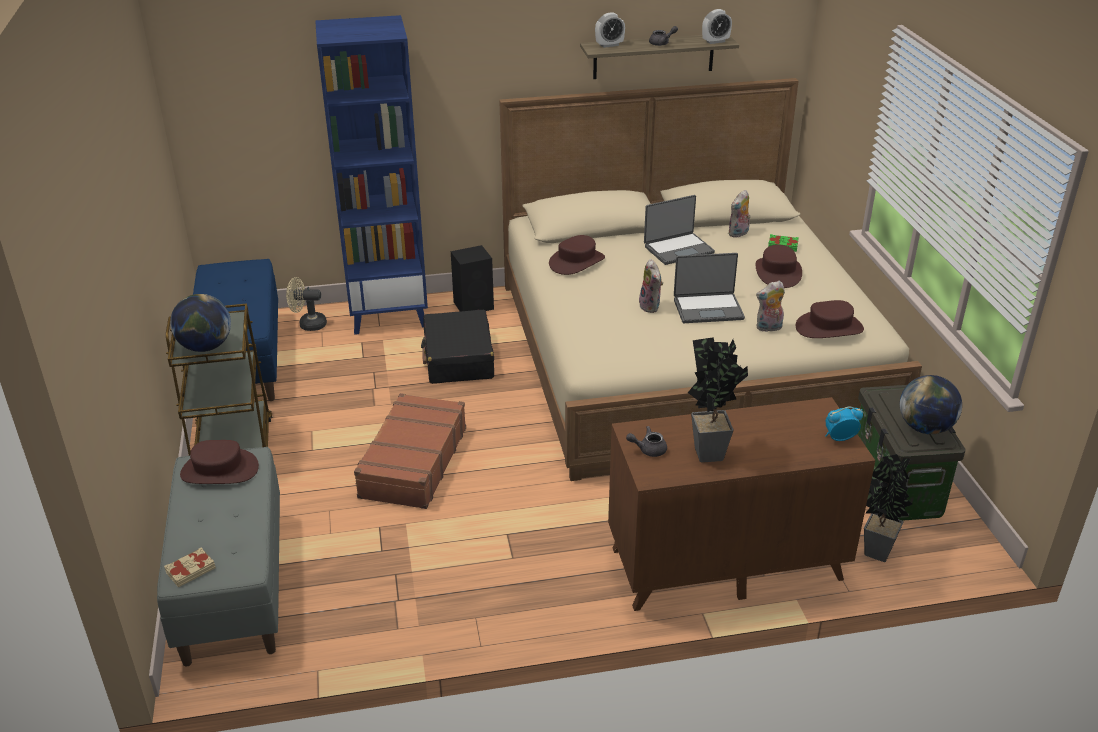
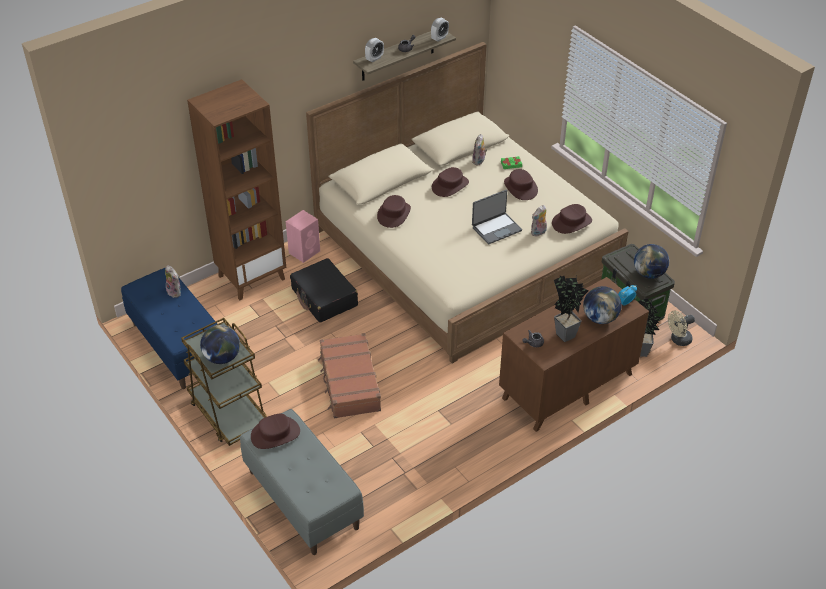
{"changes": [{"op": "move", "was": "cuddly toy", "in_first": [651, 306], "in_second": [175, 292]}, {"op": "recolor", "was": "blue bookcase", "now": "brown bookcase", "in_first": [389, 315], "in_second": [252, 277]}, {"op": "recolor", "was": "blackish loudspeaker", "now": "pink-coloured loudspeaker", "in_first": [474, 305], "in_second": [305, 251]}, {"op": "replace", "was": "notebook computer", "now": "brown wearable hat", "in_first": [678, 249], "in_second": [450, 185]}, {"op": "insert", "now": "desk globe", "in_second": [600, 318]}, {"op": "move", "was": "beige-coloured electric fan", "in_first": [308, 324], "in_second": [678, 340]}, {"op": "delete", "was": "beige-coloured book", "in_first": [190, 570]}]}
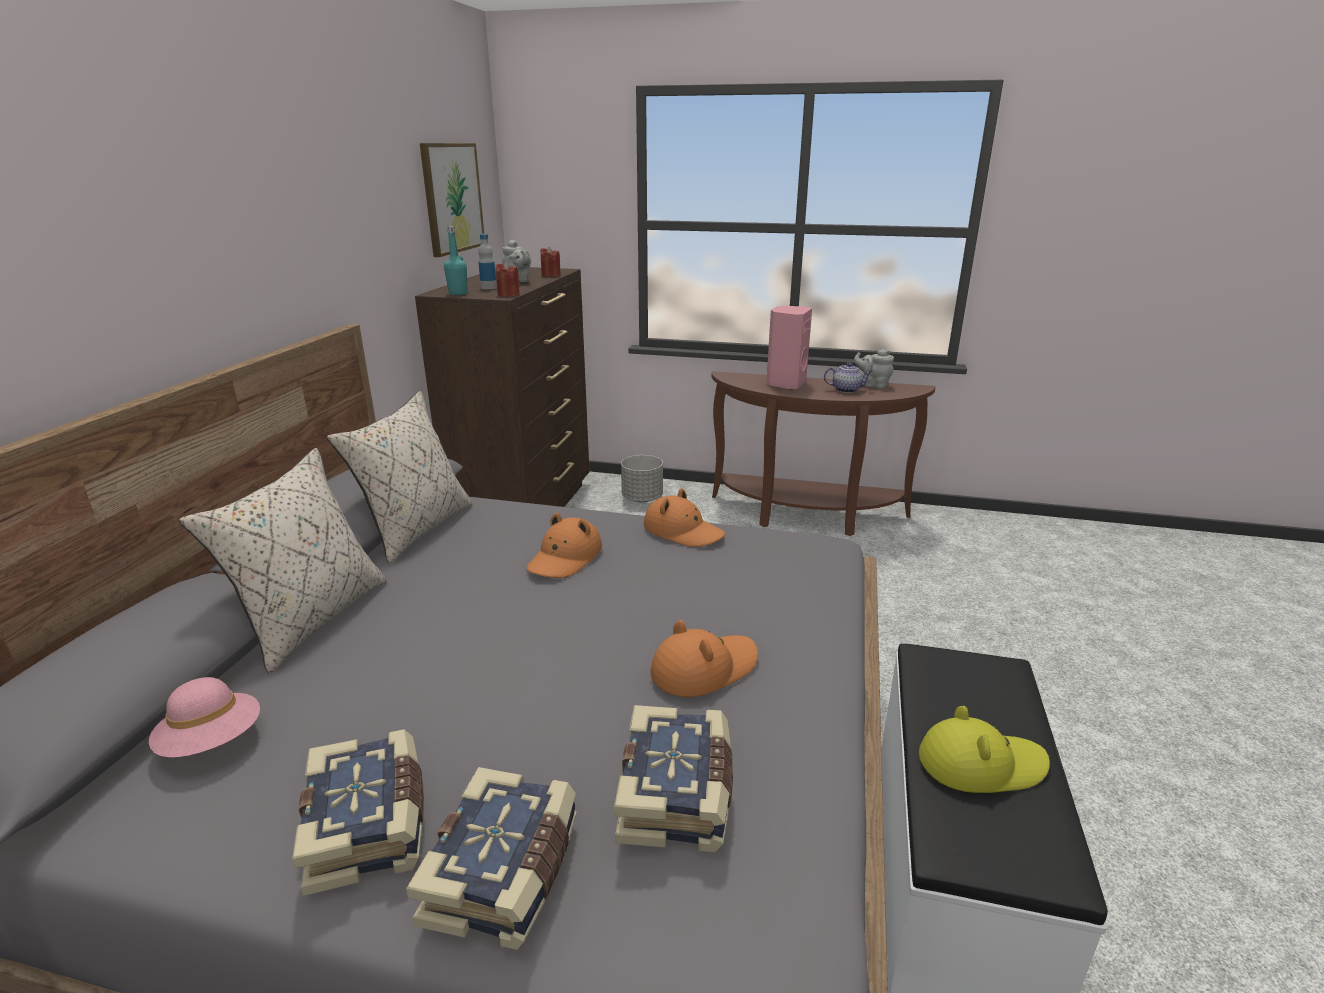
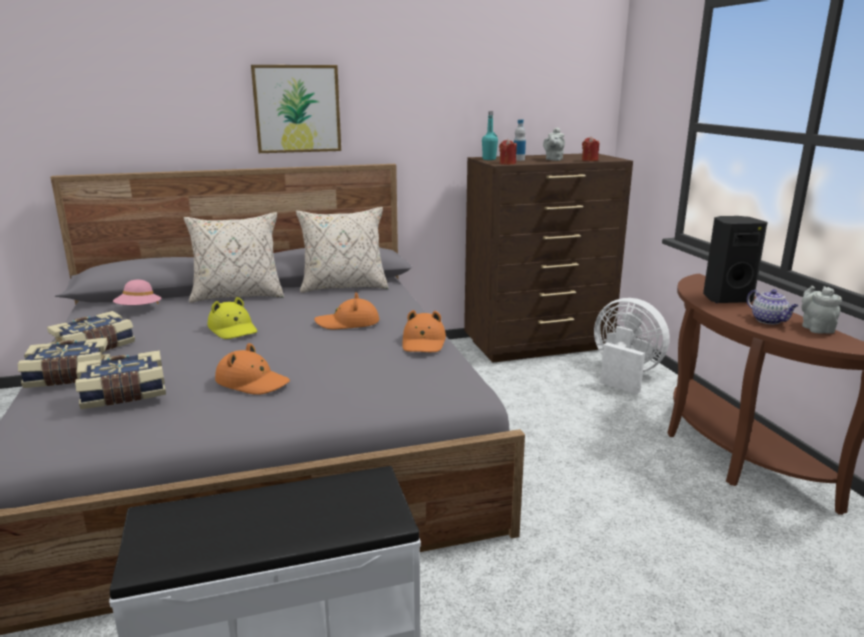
{"changes": [{"op": "move", "was": "yellow wearable hat", "in_first": [980, 764], "in_second": [233, 329]}, {"op": "move", "was": "picture", "in_first": [452, 198], "in_second": [297, 109]}, {"op": "replace", "was": "greyish flower pot", "now": "white-coloured electric fan", "in_first": [642, 498], "in_second": [624, 374]}, {"op": "recolor", "was": "pink-coloured loudspeaker", "now": "blackish loudspeaker", "in_first": [785, 384], "in_second": [726, 298]}]}
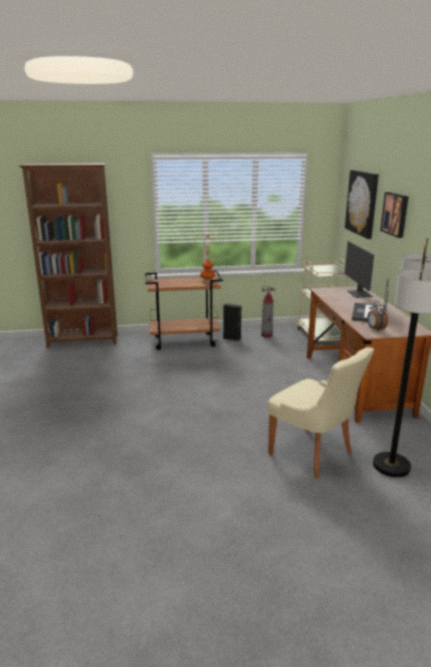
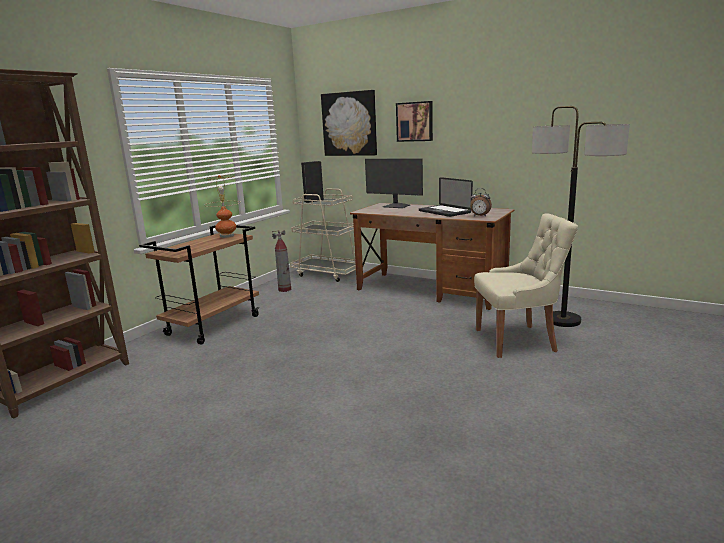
{"changes": [{"op": "move", "was": "blackish loudspeaker", "in_first": [232, 338], "in_second": [314, 201]}]}
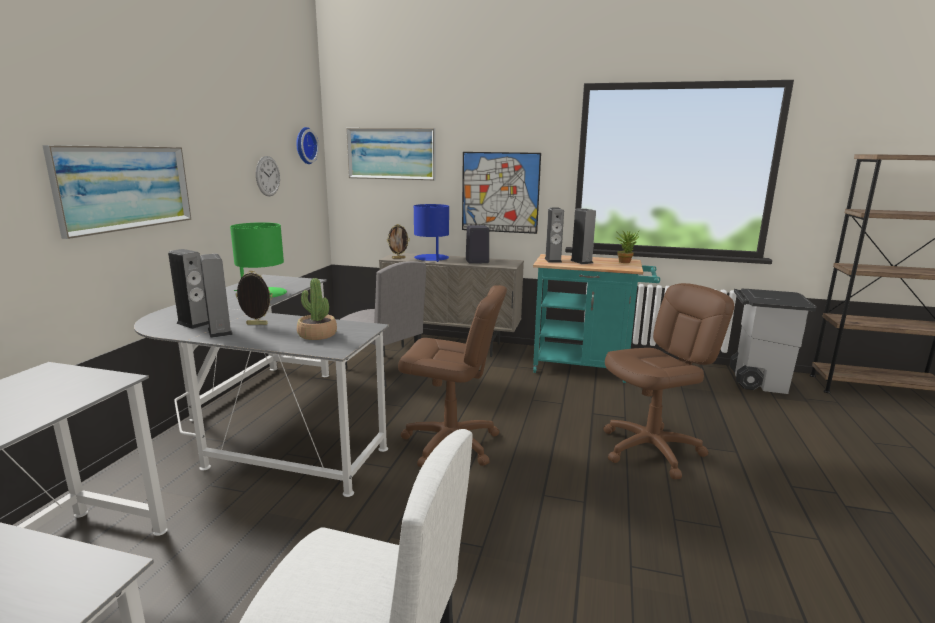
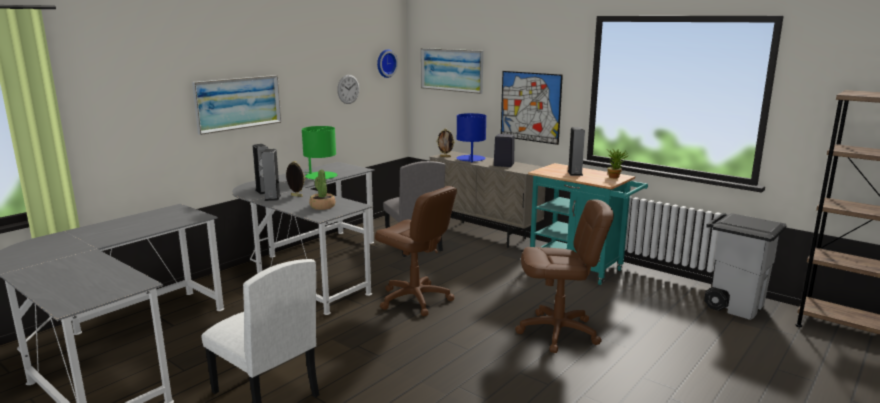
{"changes": [{"op": "delete", "was": "loudspeaker", "in_first": [553, 260]}]}
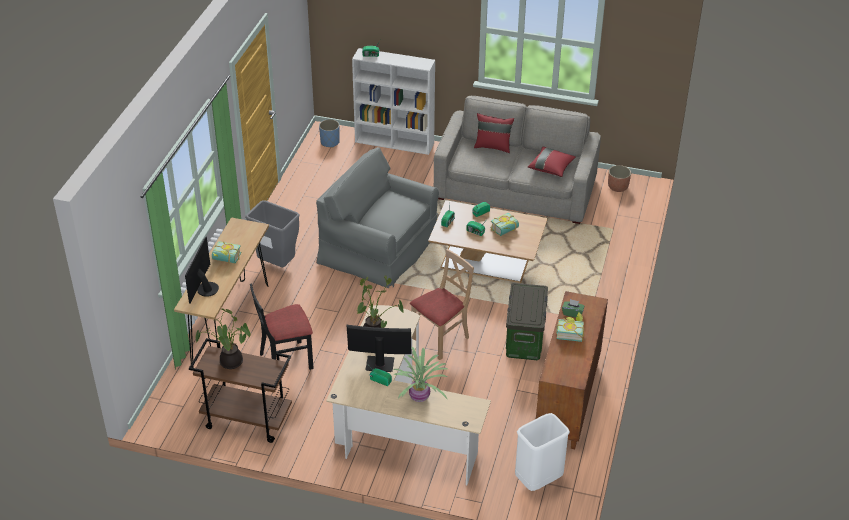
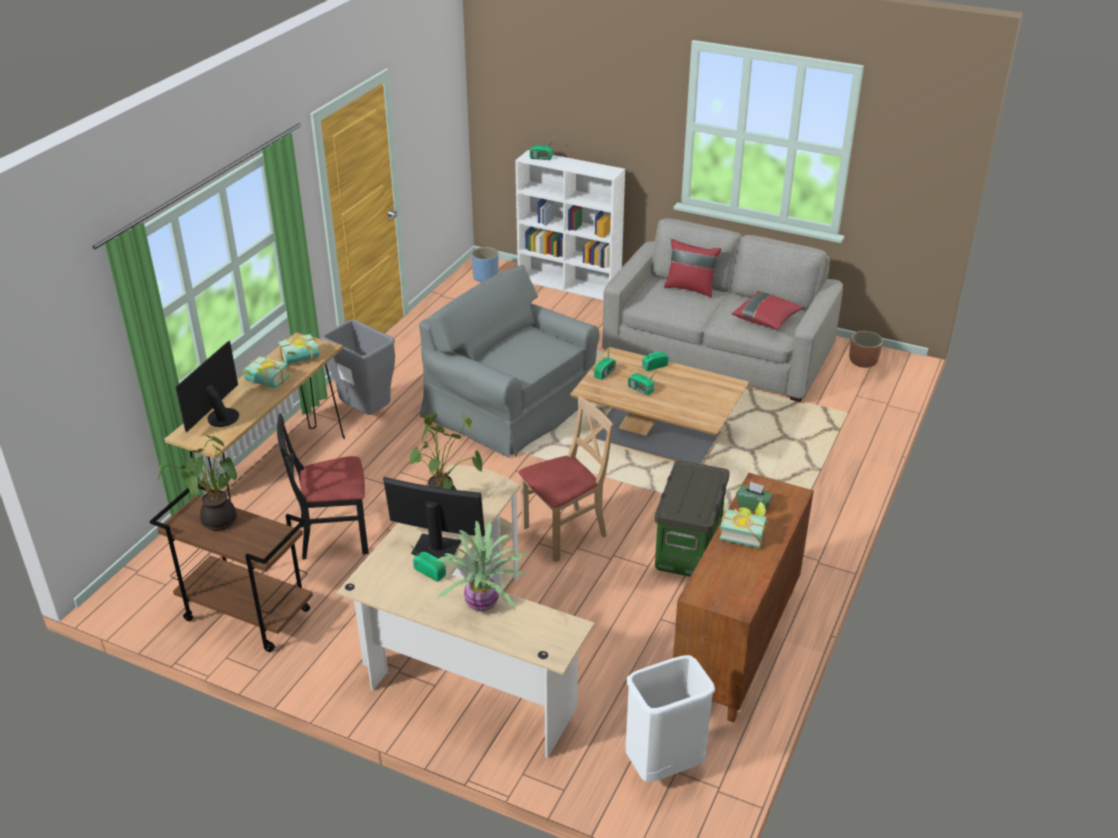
{"changes": [{"op": "move", "was": "book", "in_first": [506, 231], "in_second": [301, 360]}]}
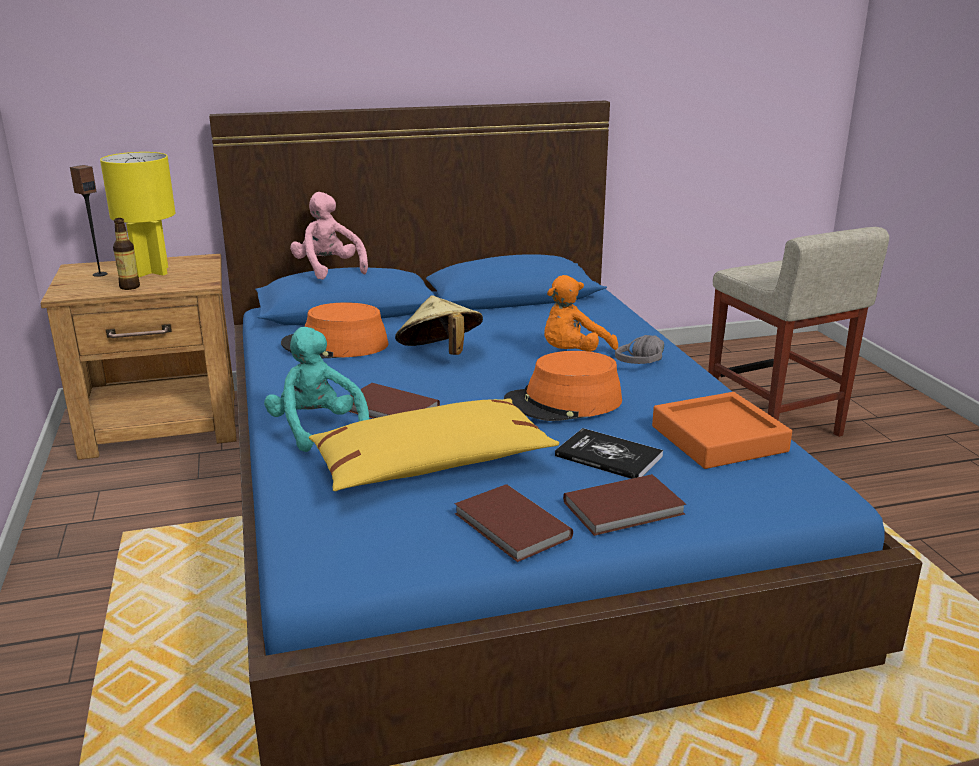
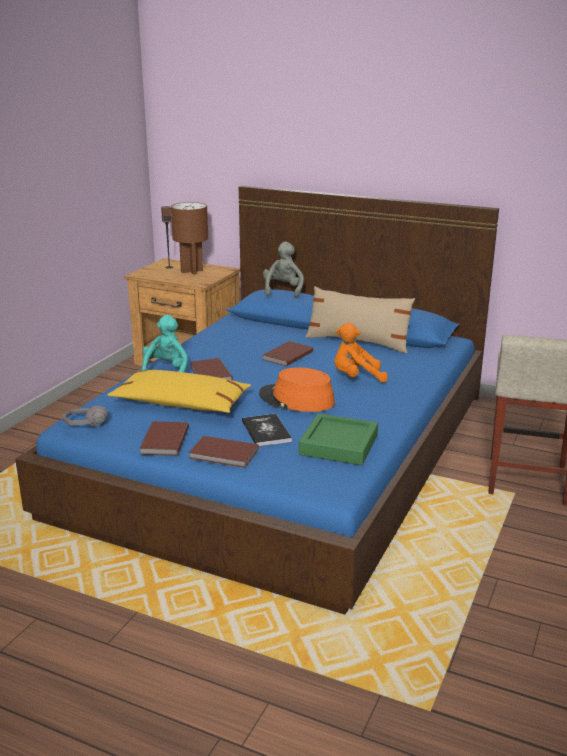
{"changes": [{"op": "move", "was": "greyish headset", "in_first": [649, 365], "in_second": [86, 427]}, {"op": "recolor", "was": "yellow tabletop lamp", "now": "brown tabletop lamp", "in_first": [151, 271], "in_second": [192, 271]}, {"op": "recolor", "was": "pink-coloured cuddly toy", "now": "greyish cuddly toy", "in_first": [328, 270], "in_second": [283, 291]}, {"op": "replace", "was": "beige-coloured wearable hat", "now": "brown book", "in_first": [440, 355], "in_second": [286, 356]}, {"op": "recolor", "was": "orangey serving tray", "now": "green-coloured serving tray", "in_first": [718, 439], "in_second": [338, 445]}, {"op": "insert", "now": "beige-coloured throw pillow", "in_second": [358, 342]}, {"op": "delete", "was": "drink bottle", "in_first": [130, 287]}, {"op": "delete", "was": "orangey wearable hat", "in_first": [335, 346]}]}
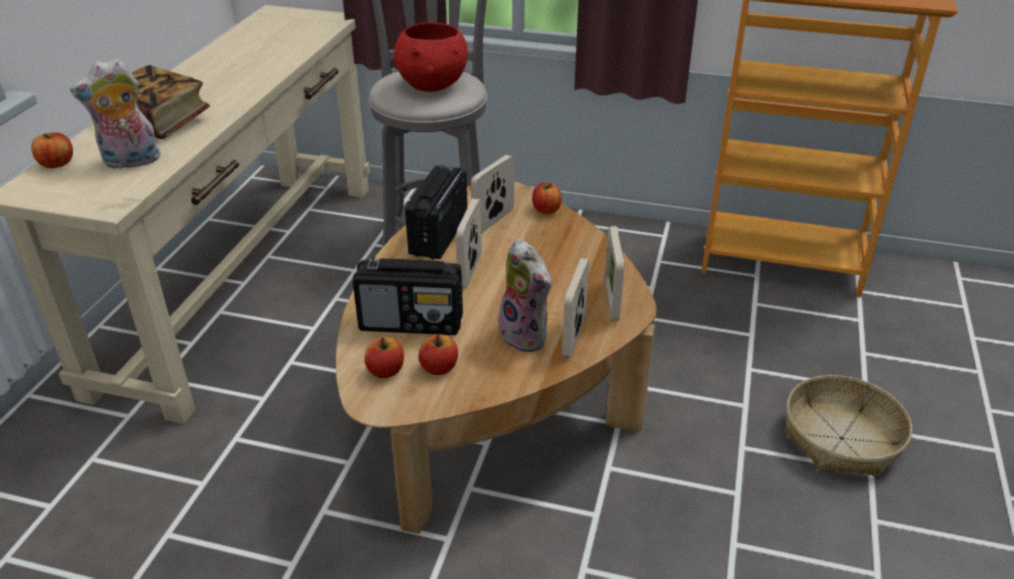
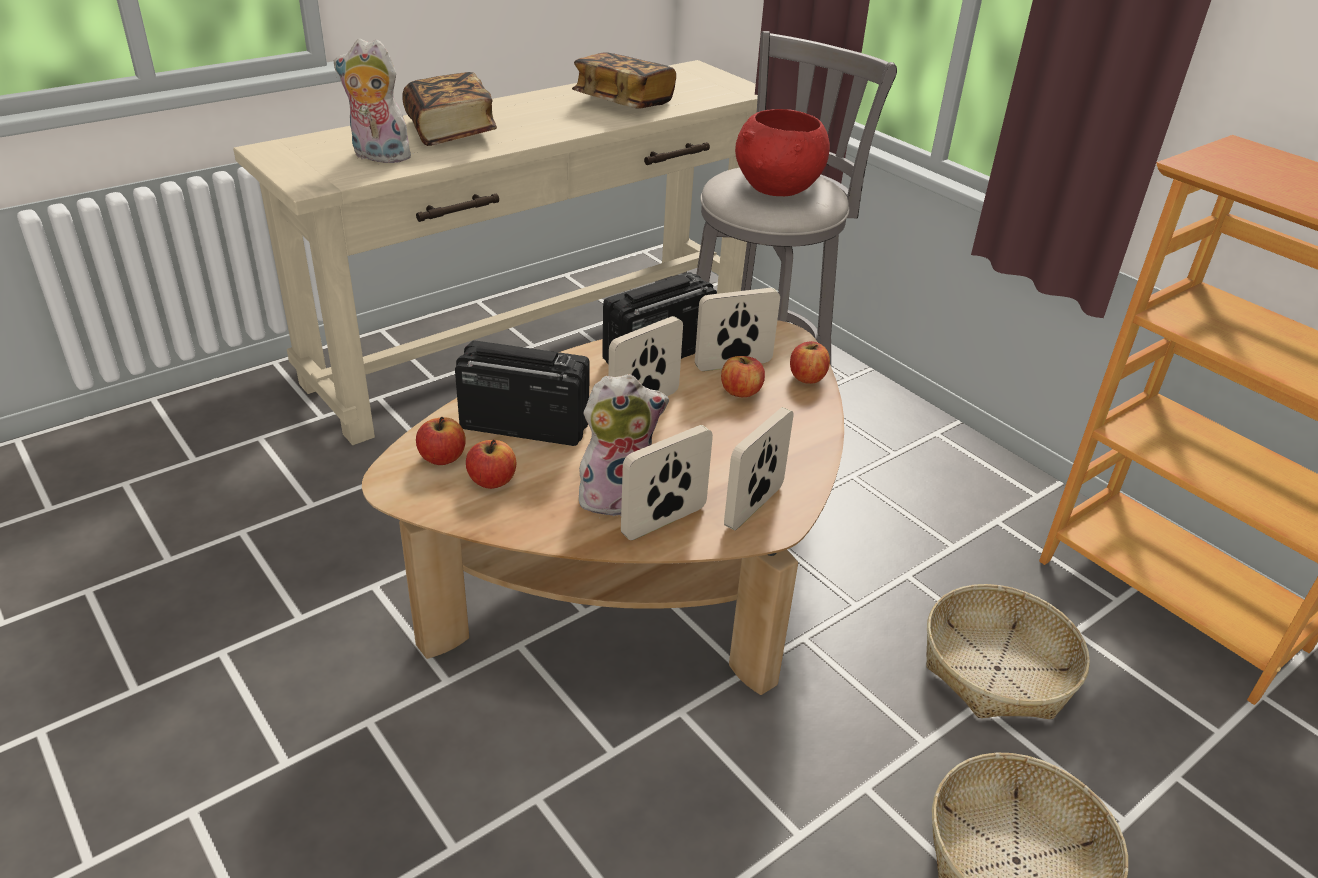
{"changes": [{"op": "rotate", "was": "radio set", "in_first": [412, 323], "in_second": [523, 425], "clockwise": 150}, {"op": "insert", "now": "book", "in_second": [623, 102]}, {"op": "rotate", "was": "cuddly toy", "in_first": [527, 336], "in_second": [617, 495], "clockwise": -105}, {"op": "move", "was": "apple", "in_first": [57, 164], "in_second": [741, 391]}, {"op": "insert", "now": "basket", "in_second": [997, 669]}]}
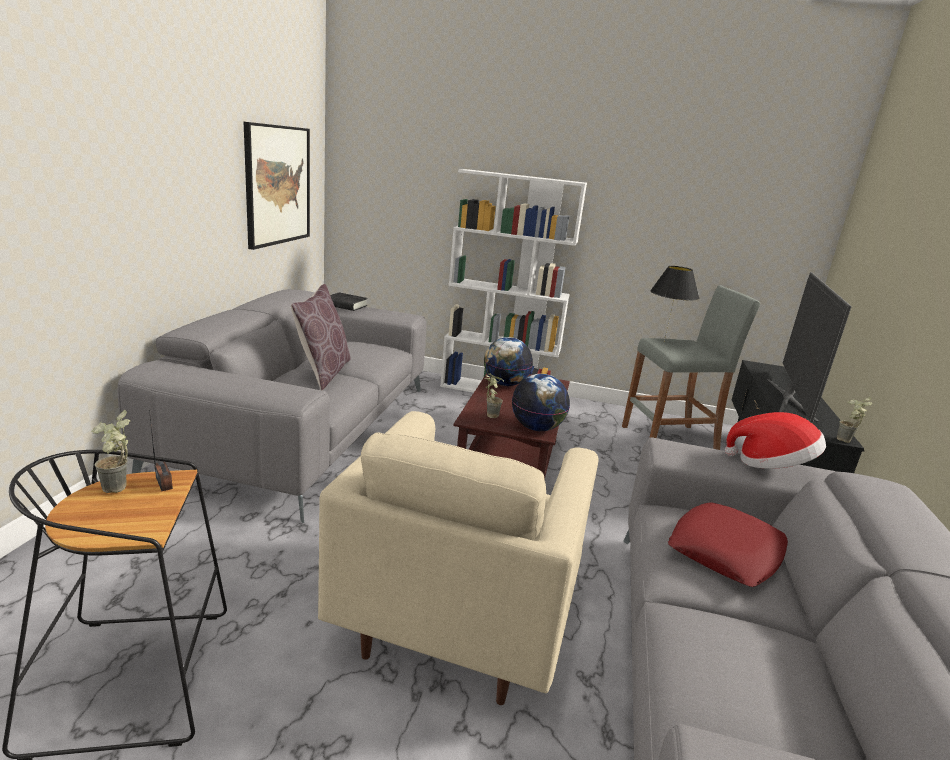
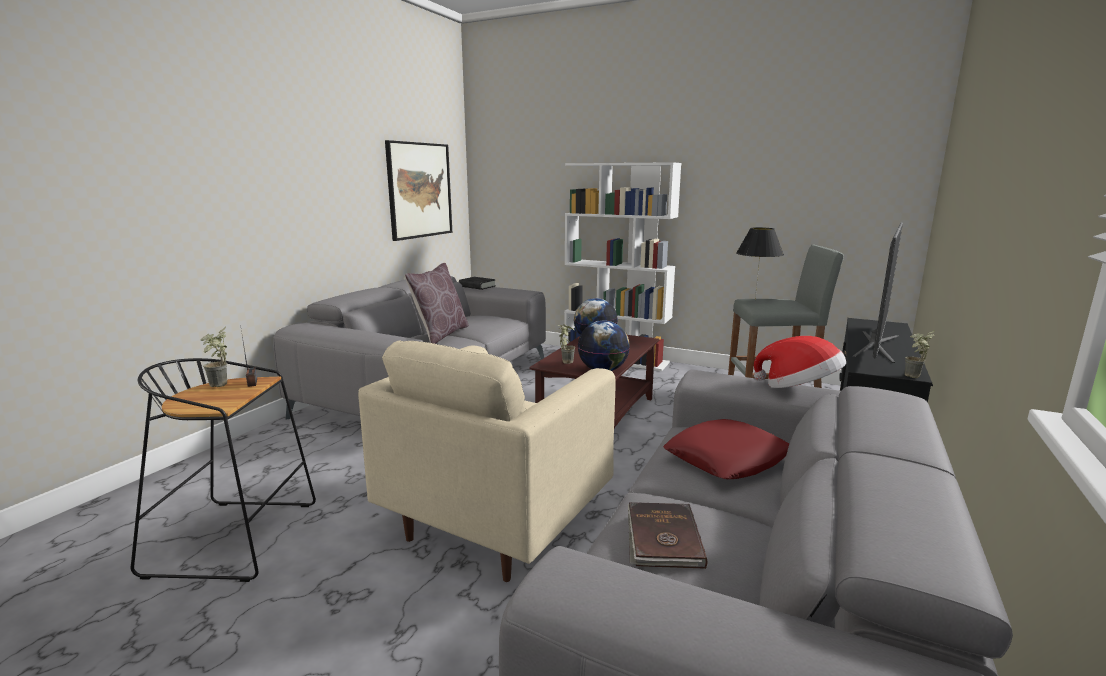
{"changes": [{"op": "insert", "now": "brown book", "in_second": [662, 538]}]}
